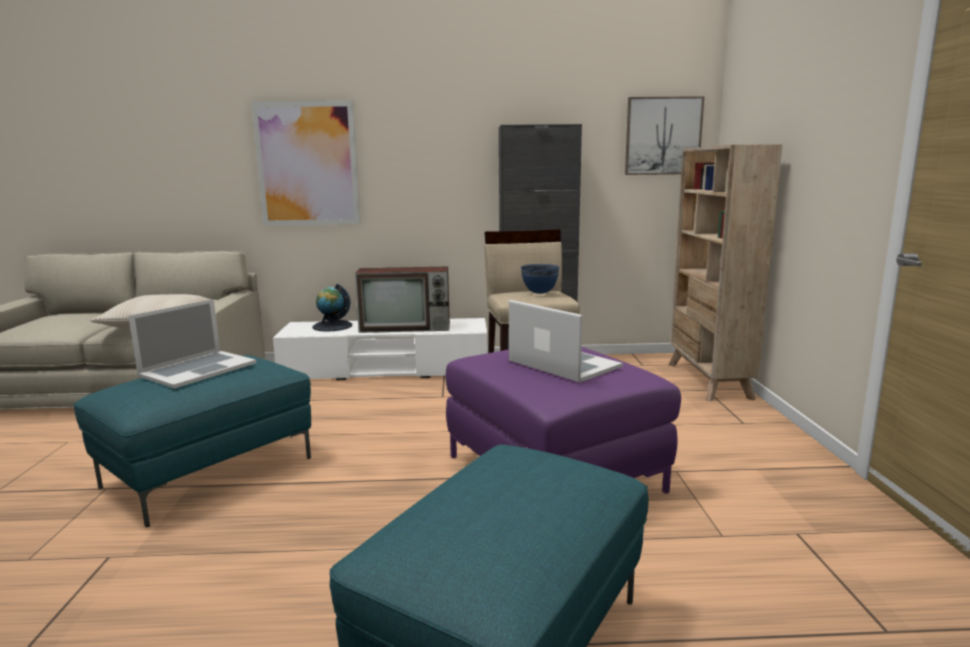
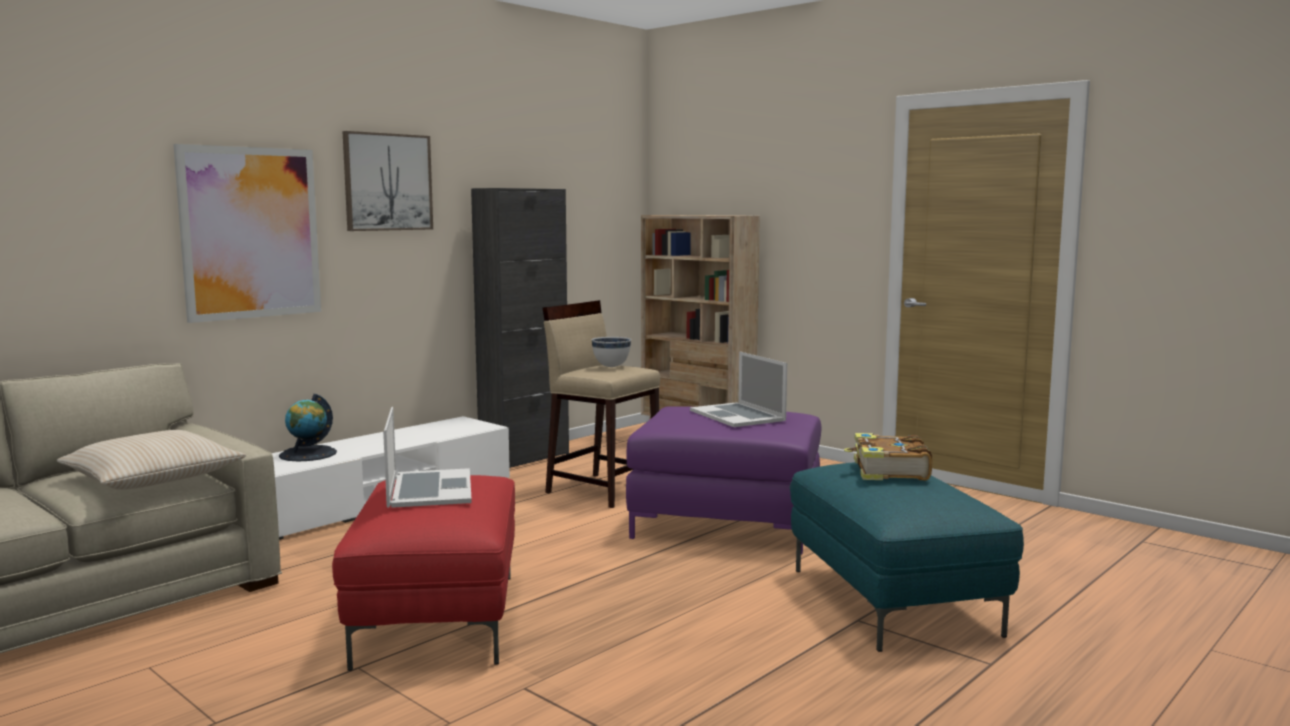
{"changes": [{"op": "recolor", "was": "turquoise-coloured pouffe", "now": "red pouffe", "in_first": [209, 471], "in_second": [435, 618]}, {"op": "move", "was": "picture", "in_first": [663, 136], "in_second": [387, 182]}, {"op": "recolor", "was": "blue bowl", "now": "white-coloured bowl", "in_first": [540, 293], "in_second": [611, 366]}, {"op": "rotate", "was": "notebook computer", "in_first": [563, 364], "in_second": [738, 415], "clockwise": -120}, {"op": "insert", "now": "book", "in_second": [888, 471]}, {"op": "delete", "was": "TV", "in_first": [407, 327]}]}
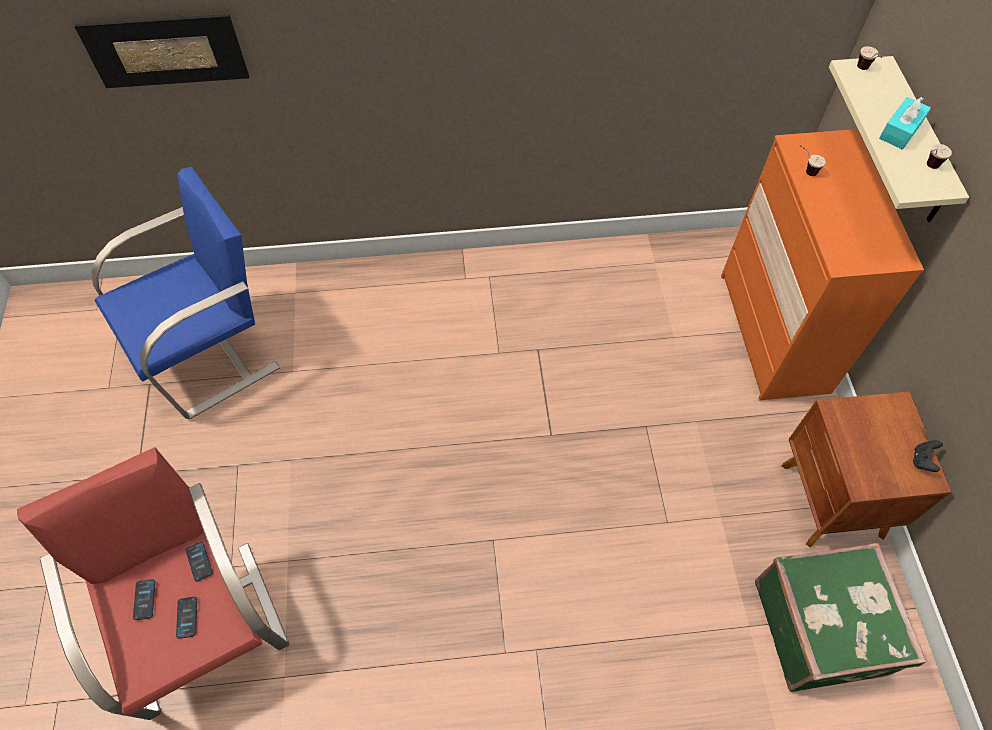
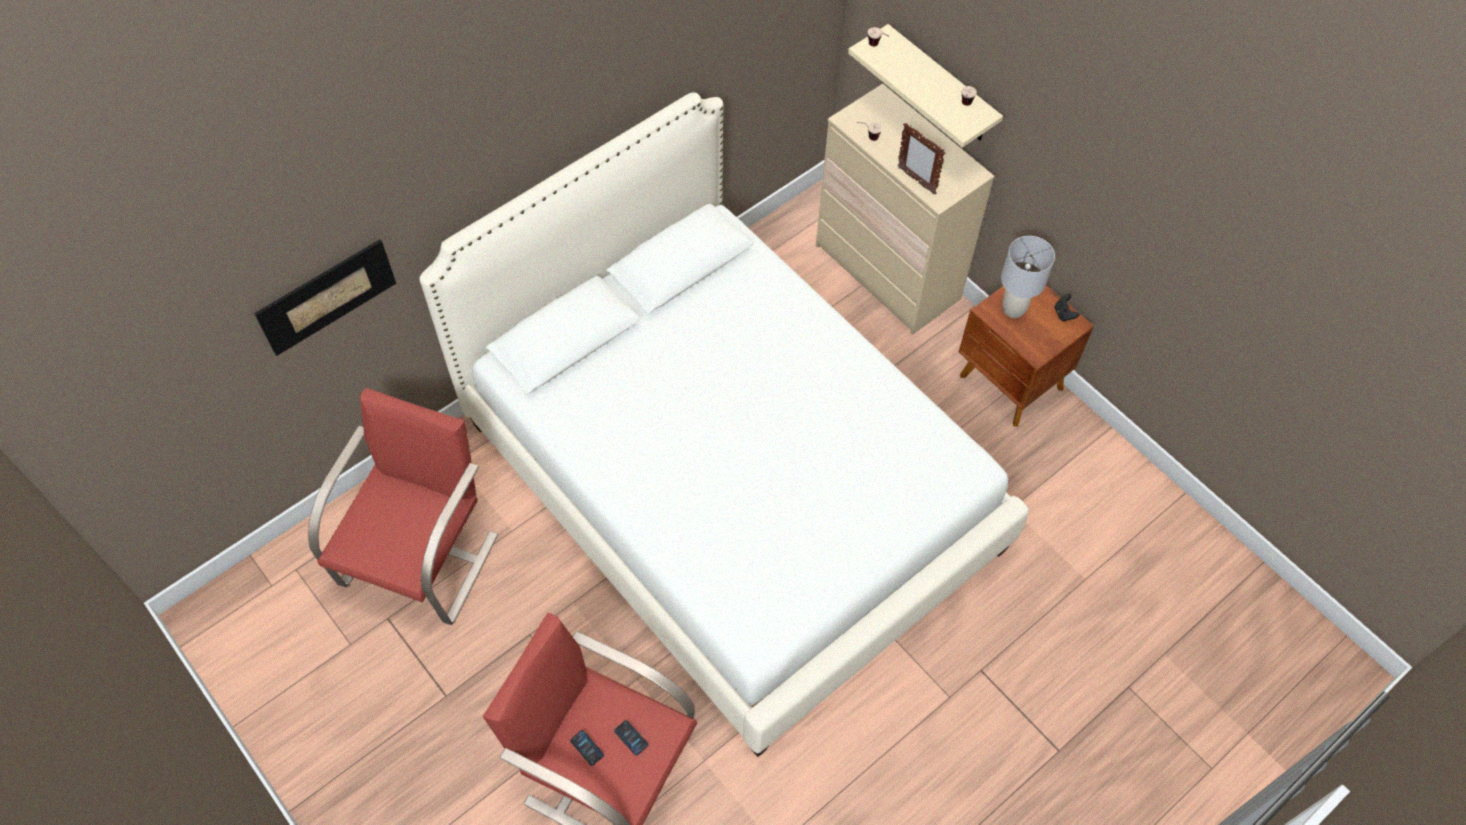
{"changes": [{"op": "recolor", "was": "blue armchair", "now": "red armchair", "in_first": [210, 352], "in_second": [420, 558]}, {"op": "insert", "now": "white-coloured bedroom bed", "in_second": [731, 484]}, {"op": "recolor", "was": "orangey chest of drawers", "now": "beige-coloured chest of drawers", "in_first": [773, 332], "in_second": [887, 272]}, {"op": "insert", "now": "picture frame", "in_second": [916, 180]}, {"op": "insert", "now": "greyish tabletop lamp", "in_second": [1013, 309]}, {"op": "delete", "was": "handset", "in_first": [199, 561]}, {"op": "delete", "was": "green-coloured suitcase", "in_first": [821, 626]}, {"op": "delete", "was": "turquoise-coloured tissue holder", "in_first": [900, 131]}]}
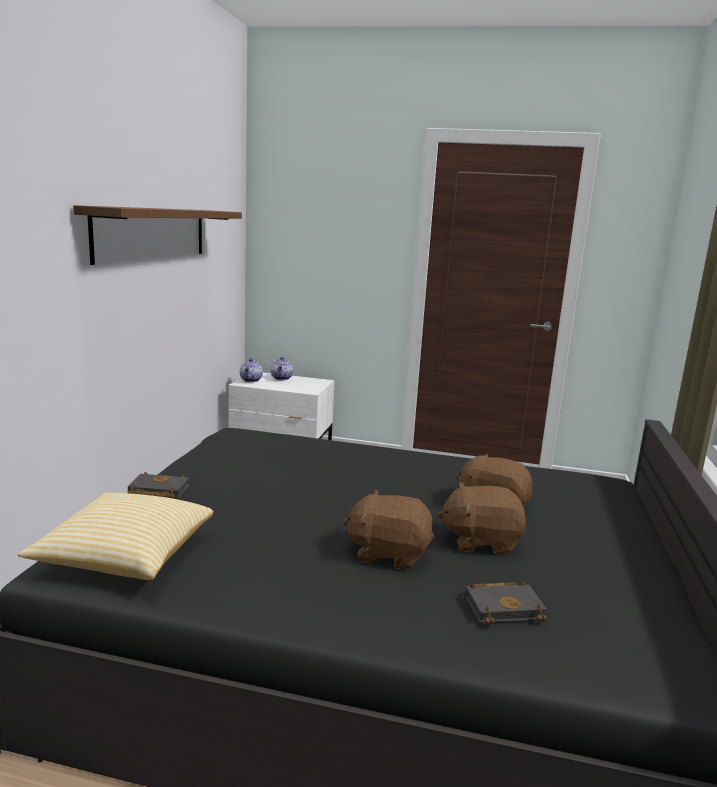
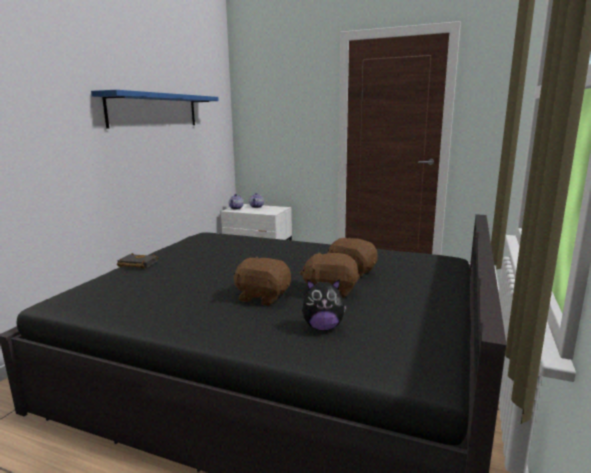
{"changes": [{"op": "recolor", "was": "brown shelf", "now": "blue shelf", "in_first": [153, 233], "in_second": [154, 110]}, {"op": "replace", "was": "blackish book", "now": "cuddly toy", "in_first": [504, 607], "in_second": [323, 327]}, {"op": "delete", "was": "throw pillow", "in_first": [125, 556]}]}
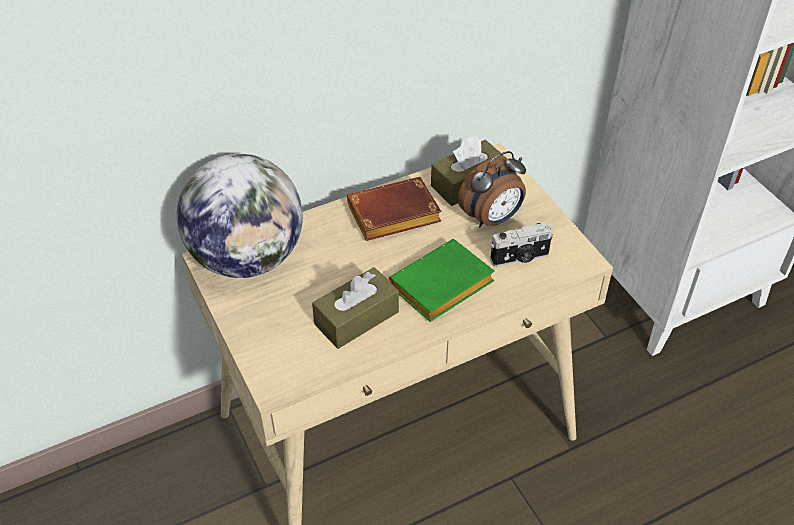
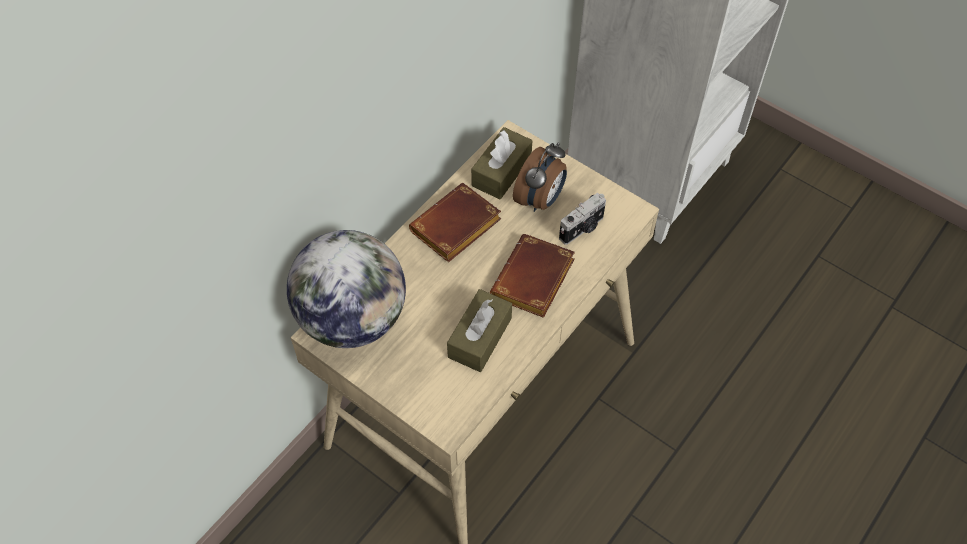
{"changes": [{"op": "recolor", "was": "green-coloured book", "now": "brown book", "in_first": [441, 288], "in_second": [534, 282]}]}
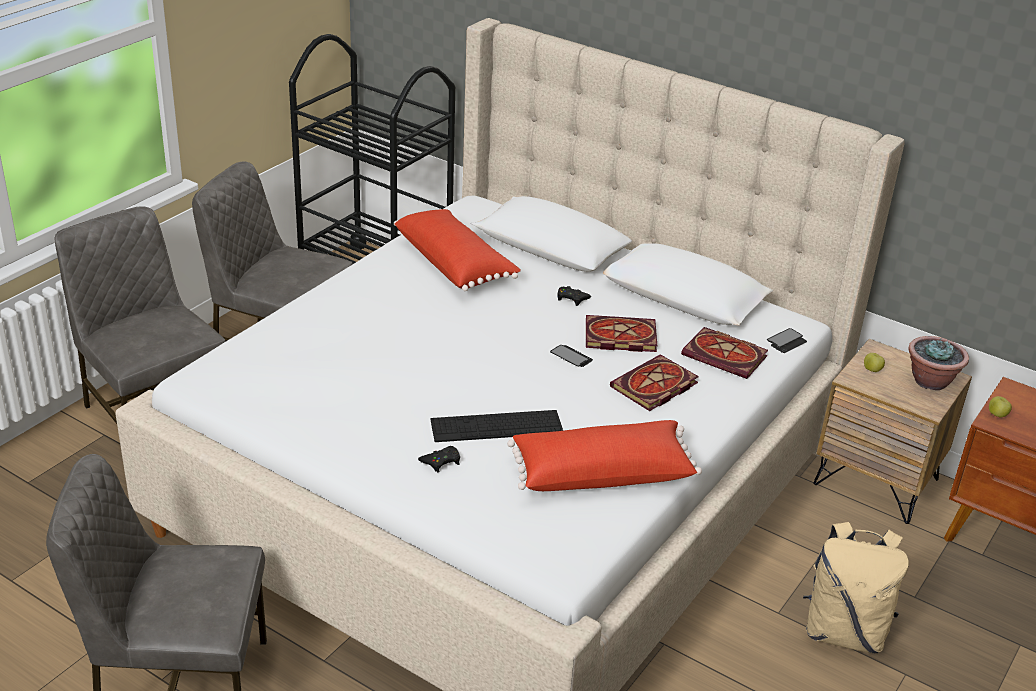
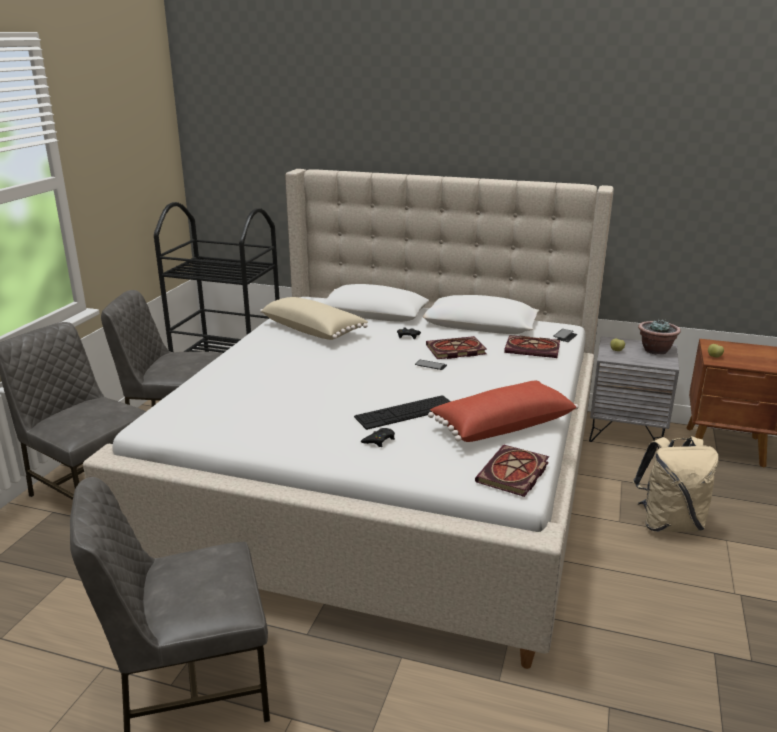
{"changes": [{"op": "recolor", "was": "red throw pillow", "now": "beige-coloured throw pillow", "in_first": [455, 264], "in_second": [314, 330]}, {"op": "move", "was": "book", "in_first": [654, 387], "in_second": [513, 474]}, {"op": "recolor", "was": "brown night table", "now": "greyish night table", "in_first": [876, 481], "in_second": [626, 432]}]}
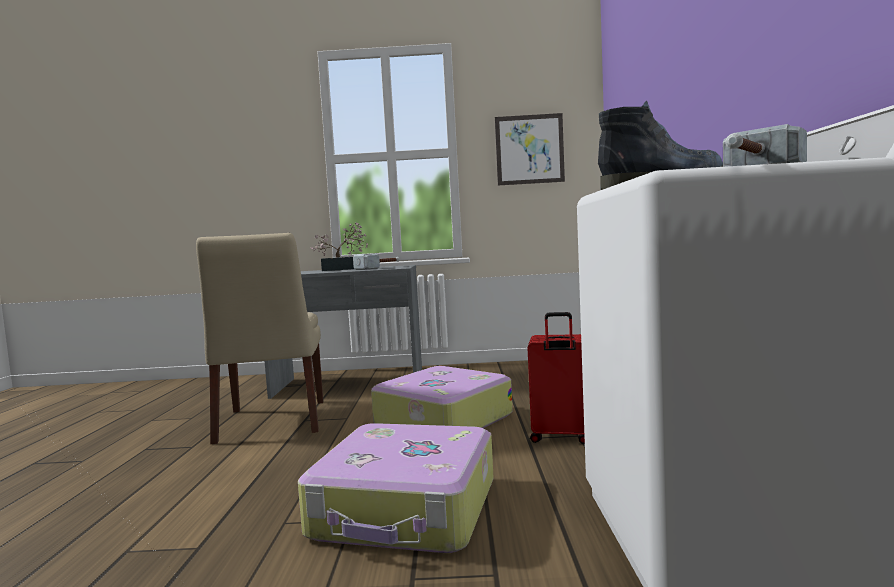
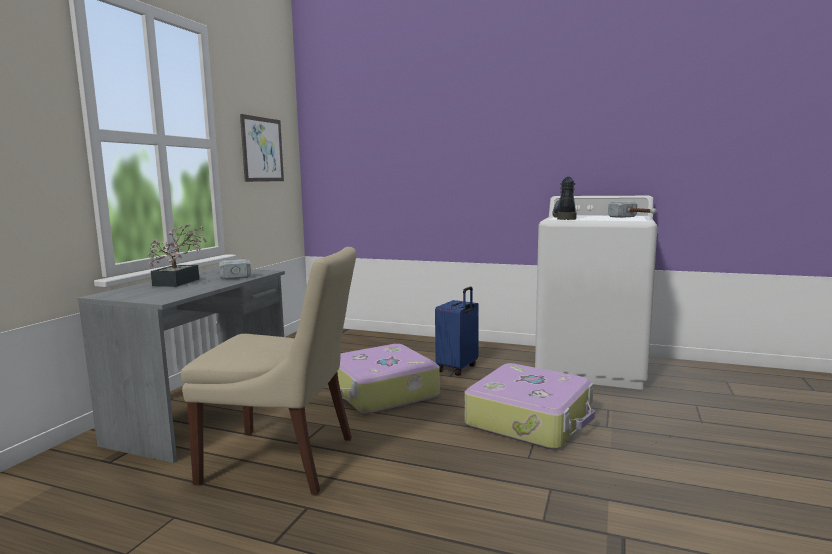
{"changes": [{"op": "recolor", "was": "red suitcase", "now": "blue suitcase", "in_first": [562, 437], "in_second": [458, 368]}]}
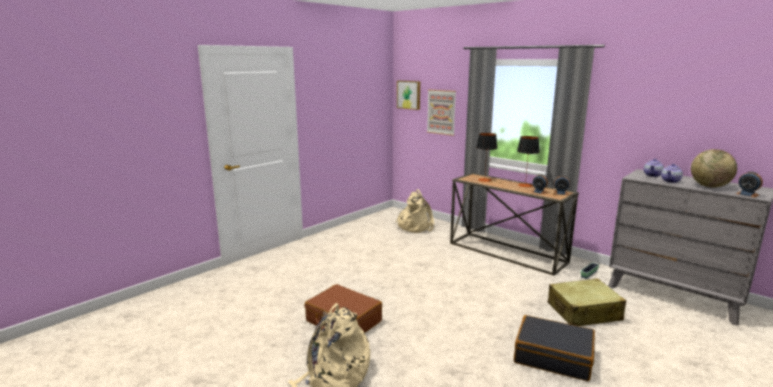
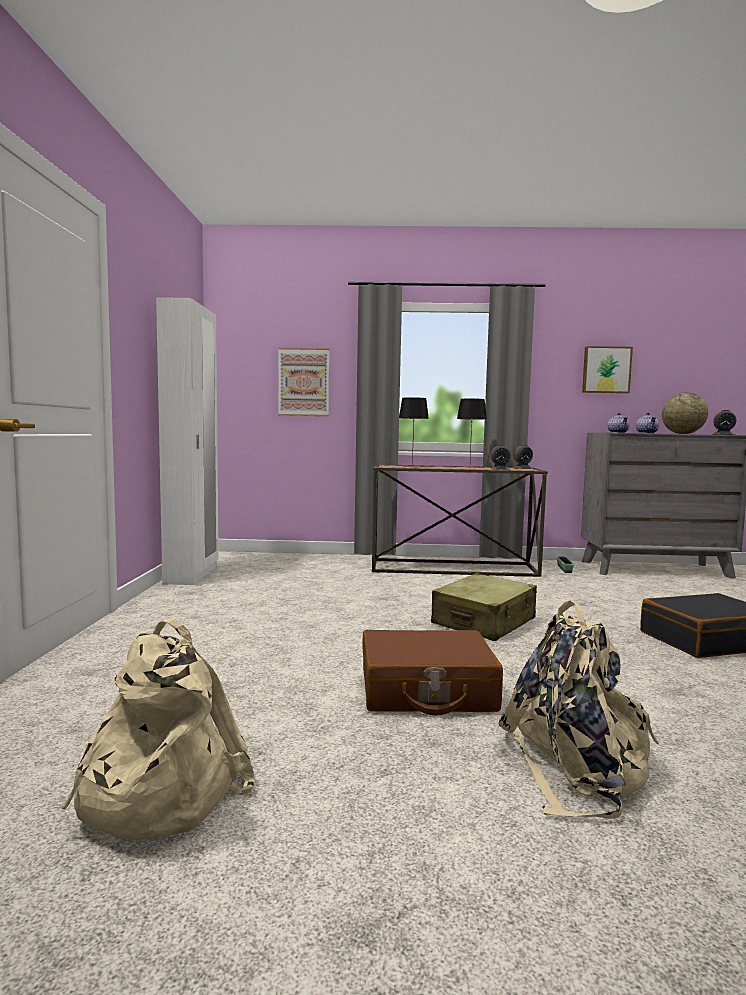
{"changes": [{"op": "move", "was": "beige-coloured rucksack", "in_first": [415, 226], "in_second": [159, 790]}, {"op": "insert", "now": "white-coloured armoire", "in_second": [192, 575]}, {"op": "move", "was": "beige-coloured suitcase", "in_first": [584, 312], "in_second": [484, 622]}, {"op": "move", "was": "picture", "in_first": [409, 94], "in_second": [606, 370]}]}
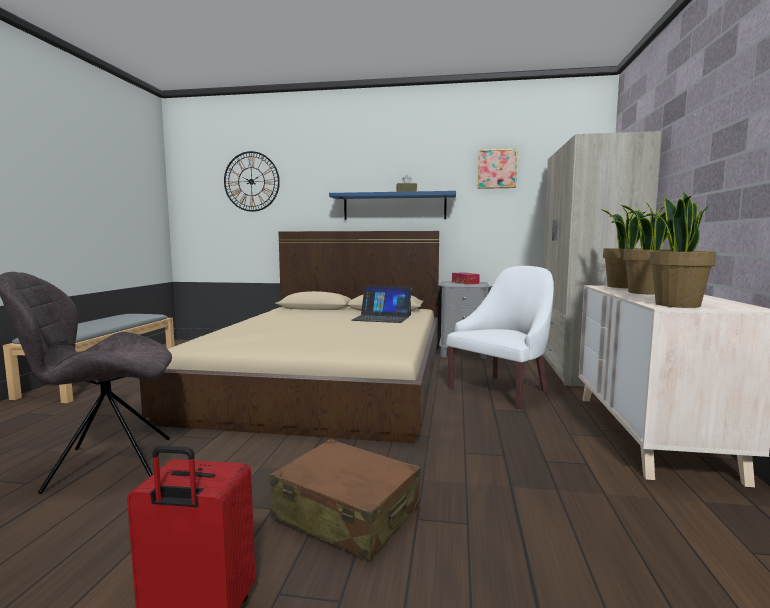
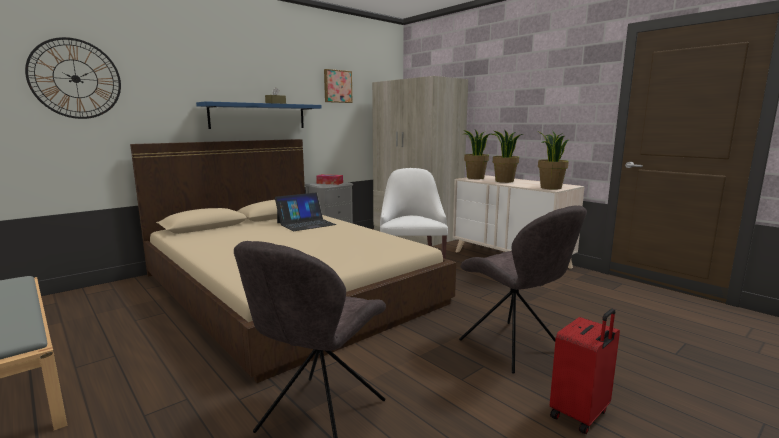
{"changes": [{"op": "replace", "was": "brown suitcase", "now": "greyish upright chair", "in_first": [346, 514], "in_second": [513, 347]}]}
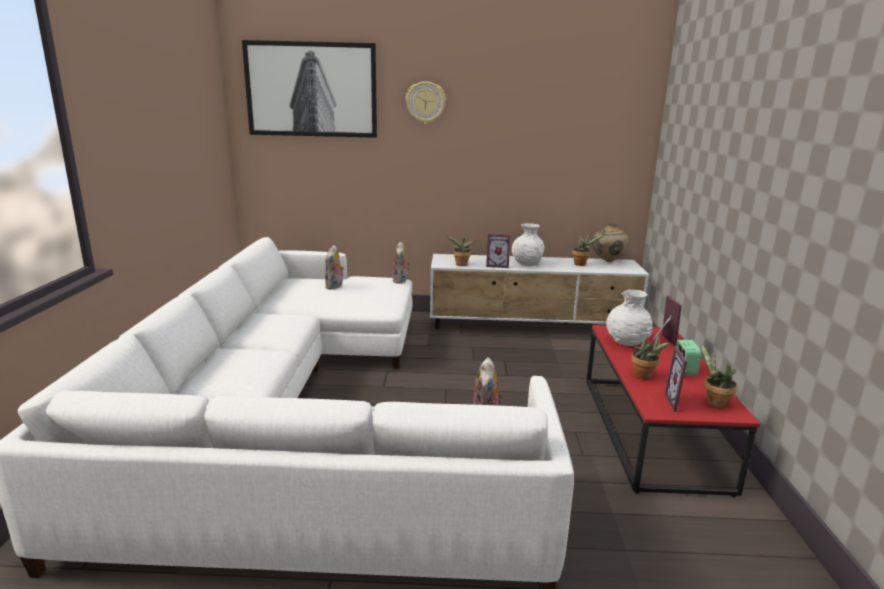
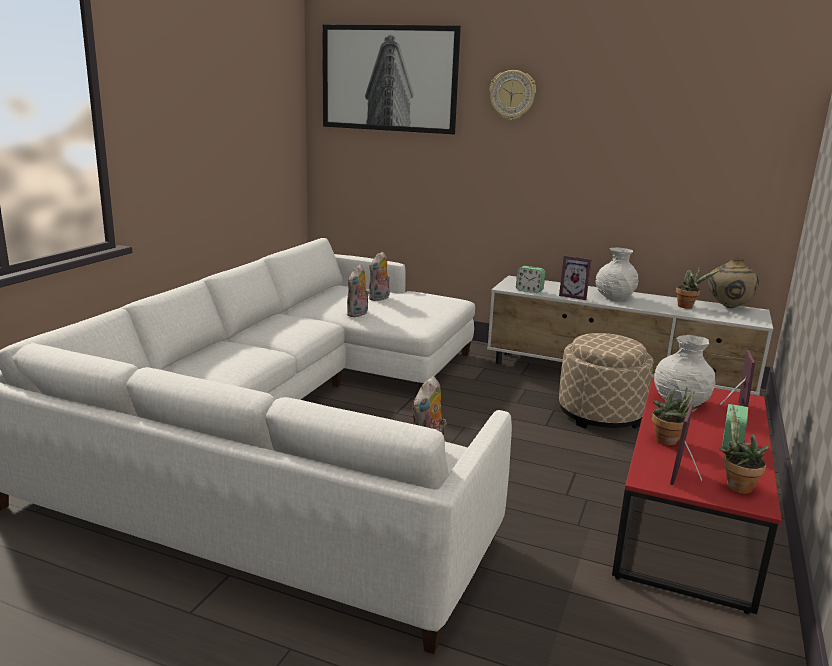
{"changes": [{"op": "move", "was": "cuddly toy", "in_first": [401, 281], "in_second": [358, 314]}, {"op": "replace", "was": "potted plant", "now": "bedside clock", "in_first": [460, 265], "in_second": [529, 290]}, {"op": "insert", "now": "beige-coloured pouffe", "in_second": [600, 414]}]}
